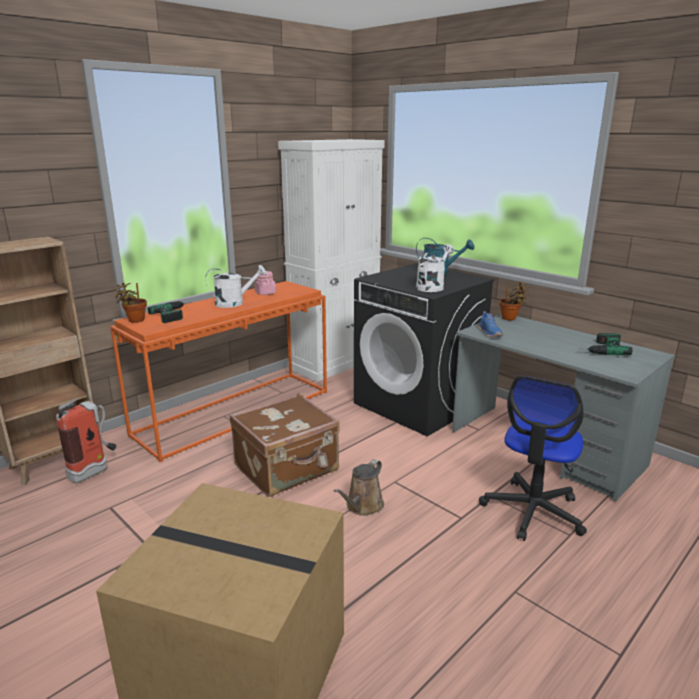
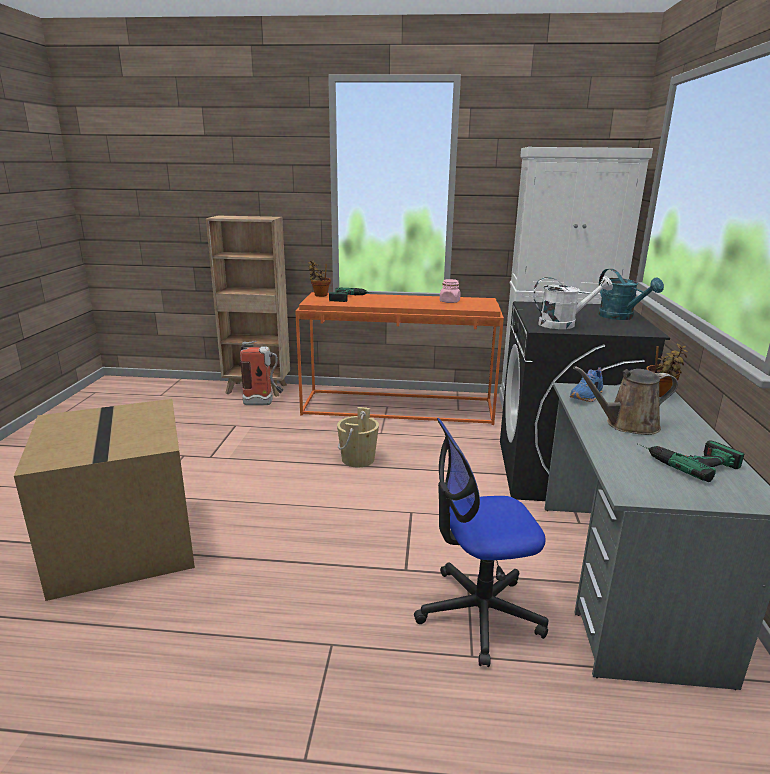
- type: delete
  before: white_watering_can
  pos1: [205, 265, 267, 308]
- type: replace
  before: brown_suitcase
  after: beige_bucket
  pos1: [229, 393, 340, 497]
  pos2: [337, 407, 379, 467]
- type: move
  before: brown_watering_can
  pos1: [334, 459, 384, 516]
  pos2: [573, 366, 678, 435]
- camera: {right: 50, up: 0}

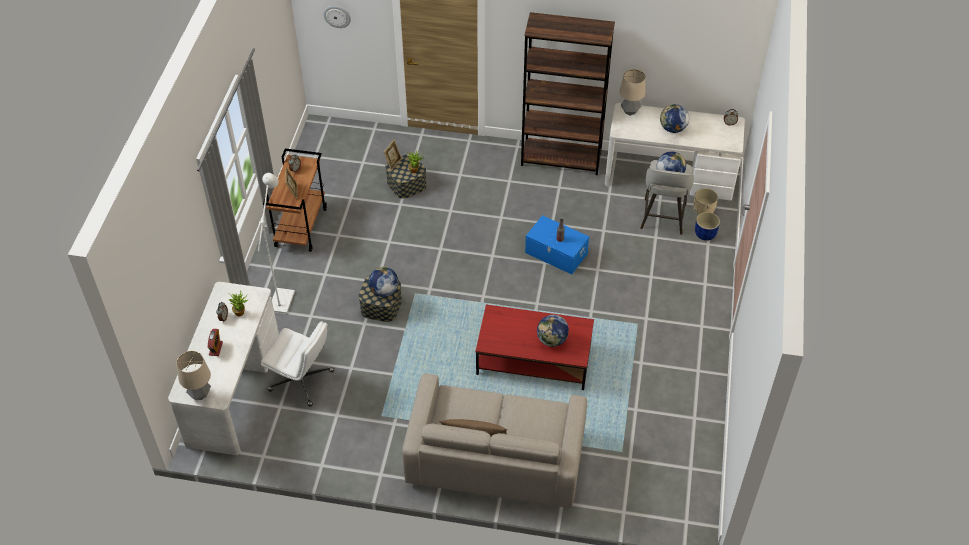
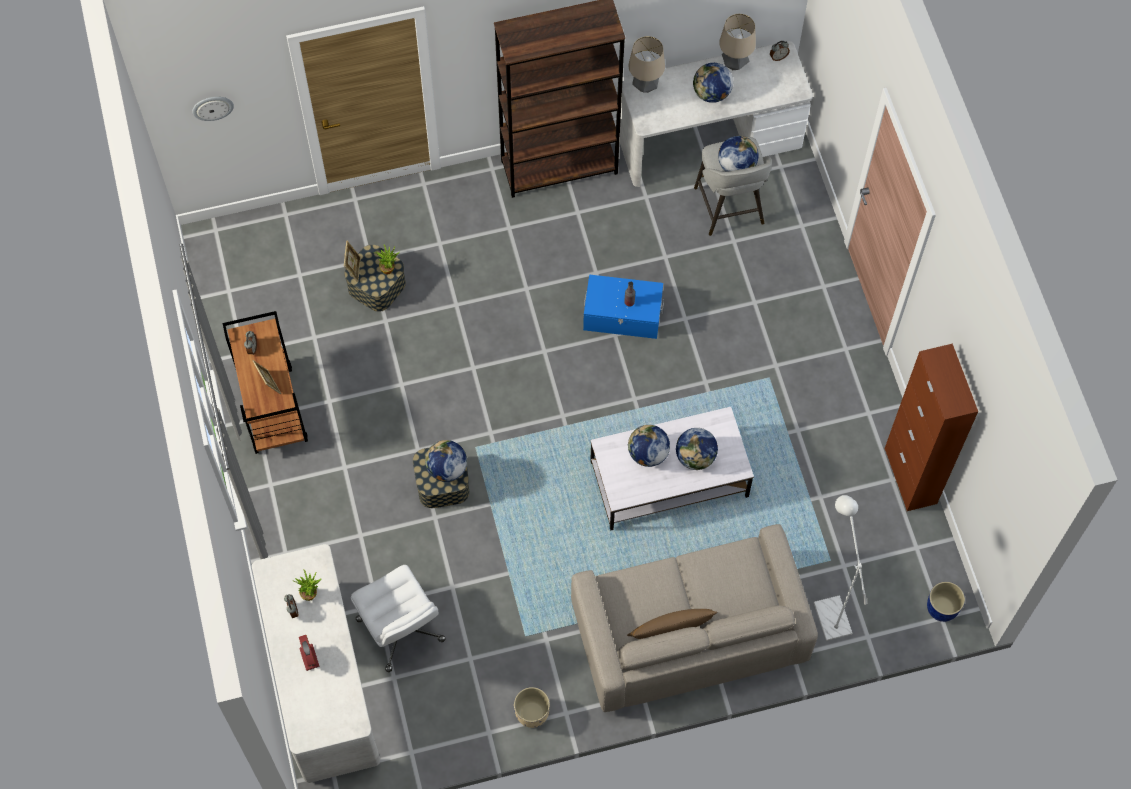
- type: move
  before: table_lamp
  pos1: [176, 351, 211, 400]
  pos2: [719, 14, 756, 70]
- type: move
  before: white_floor_lamp
  pos1: [258, 173, 295, 314]
  pos2: [814, 495, 867, 641]
- type: rotate
  before: white_office_chair
  pos1: [261, 321, 334, 407]
  pos2: [351, 565, 446, 672]
  turn: 60
- type: recolor
  before: red_coffee_table
  after: white_coffee_table
  pos1: [476, 304, 594, 390]
  pos2: [590, 407, 754, 531]
- type: move
  before: beige_planter
  pos1: [694, 188, 718, 215]
  pos2: [514, 687, 550, 728]
- type: move
  before: blue_planter
  pos1: [695, 212, 720, 241]
  pos2: [927, 582, 965, 622]
- type: insert
  after: globe
  pos2: [628, 425, 670, 467]
- type: insert
  after: brown_cabinet
  pos2: [884, 344, 978, 511]
- camera: {right: -25, up: 15}

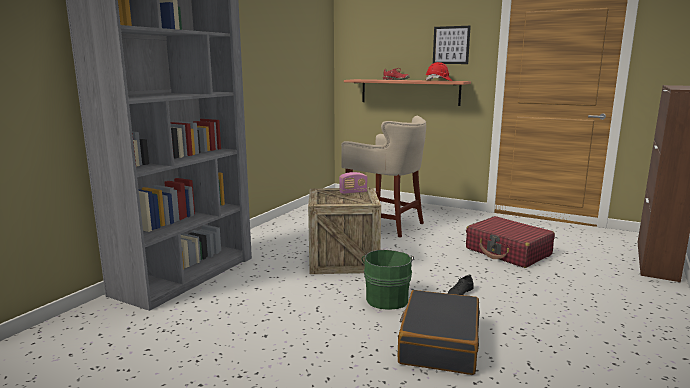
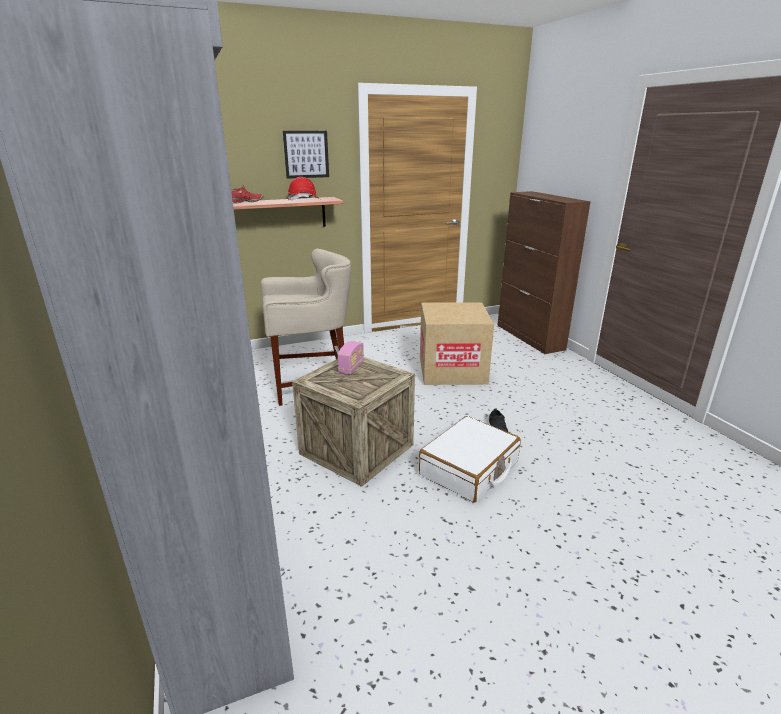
- type: replace
  before: green_bucket
  after: white_suitcase
  pos1: [362, 250, 414, 310]
  pos2: [419, 416, 520, 502]
- type: delete
  before: black_suitcase
  pos1: [398, 290, 480, 375]
- type: replace
  before: red_suitcase
  after: cardboard_box
  pos1: [466, 216, 555, 268]
  pos2: [420, 302, 494, 385]
- camera: {right: -50, up: 10}

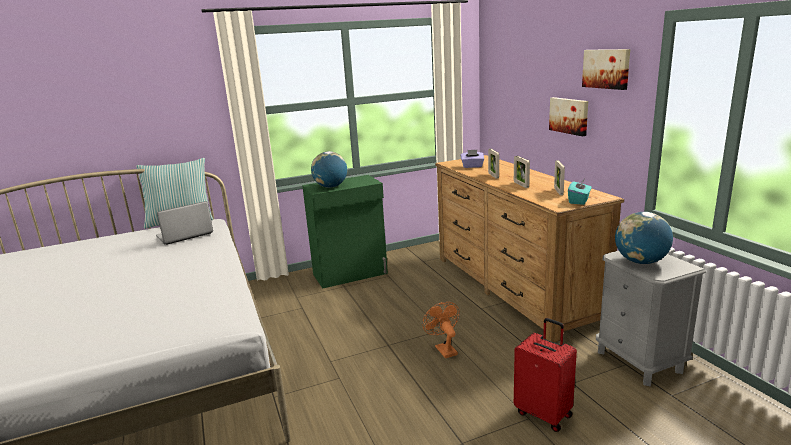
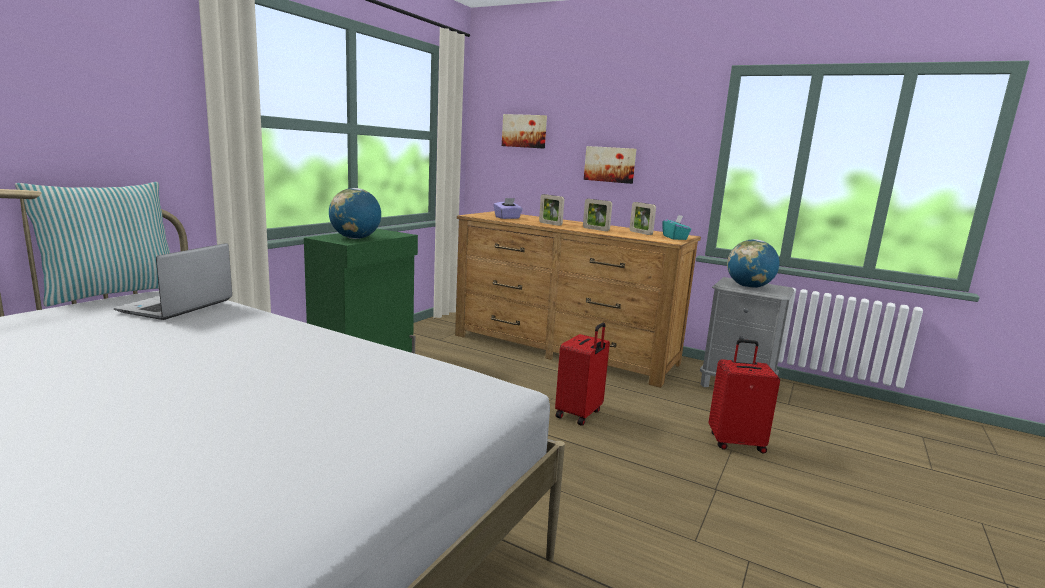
- type: replace
  before: orange_fan
  after: red_suitcase
  pos1: [422, 302, 460, 358]
  pos2: [555, 323, 610, 426]
- type: move
  before: picture
  pos1: [582, 49, 630, 90]
  pos2: [502, 114, 547, 149]
- camera: {right: -40, up: -5}

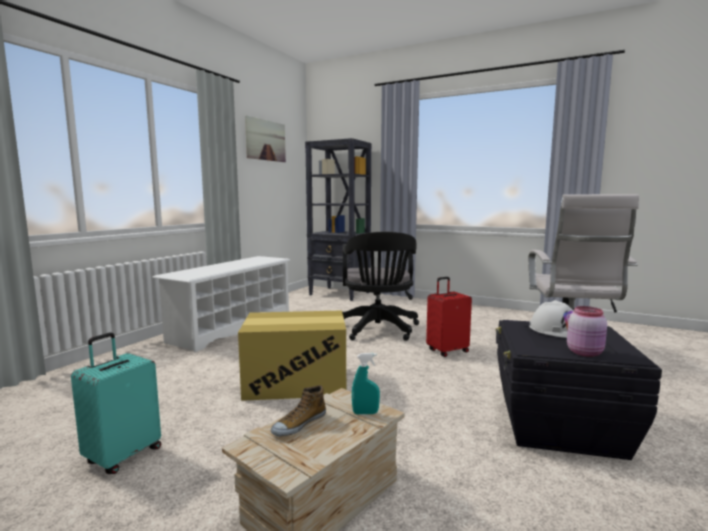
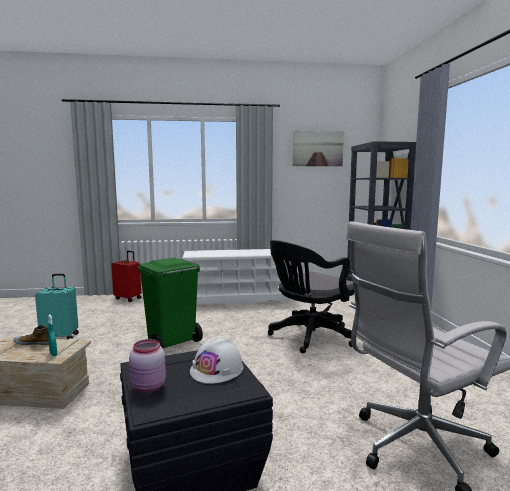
- type: replace
  before: cardboard_box
  after: green_trash_can
  pos1: [238, 310, 346, 401]
  pos2: [138, 258, 203, 348]
- type: move
  before: red_suitcase
  pos1: [426, 277, 472, 357]
  pos2: [111, 251, 141, 302]
- camera: {right: 55, up: 0}

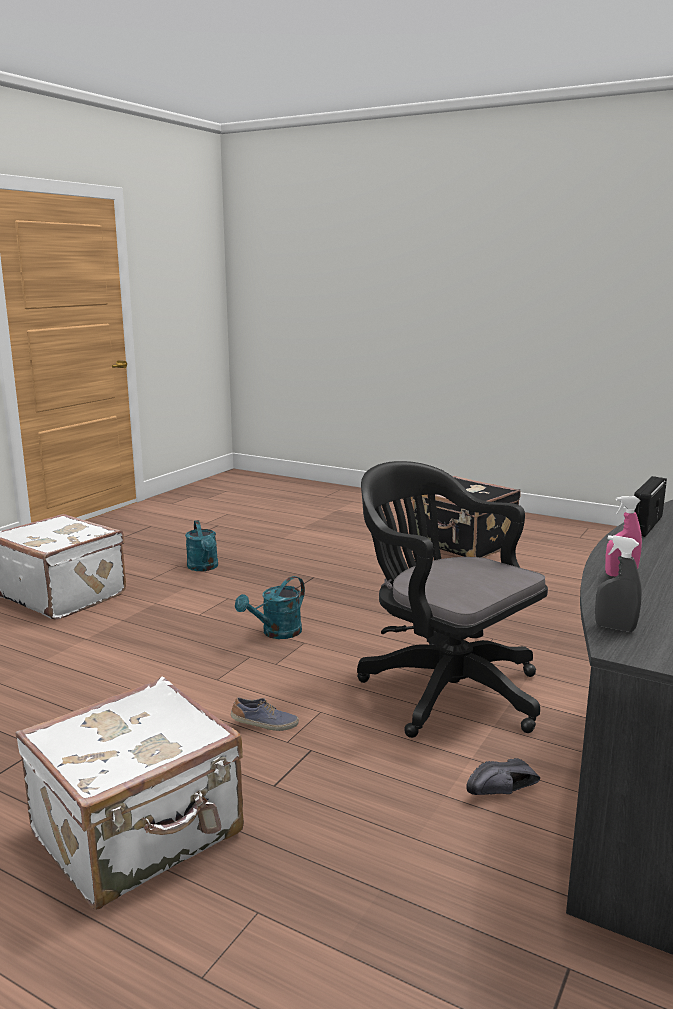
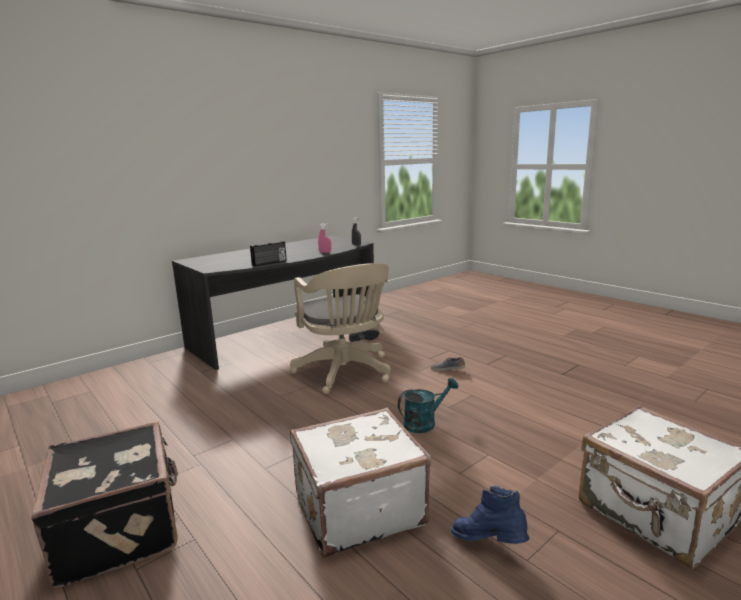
- type: move
  before: white_suitcase
  pos1: [15, 676, 244, 909]
  pos2: [290, 408, 431, 558]
- type: replace
  before: turquoise_watering_can
  after: blue_boot
  pos1: [185, 520, 218, 571]
  pos2: [451, 486, 529, 544]
- type: recolor
  before: black_office_chair
  after: beige_office_chair
  pos1: [357, 461, 548, 738]
  pos2: [290, 263, 391, 394]
- camera: {right: -160, up: 0}

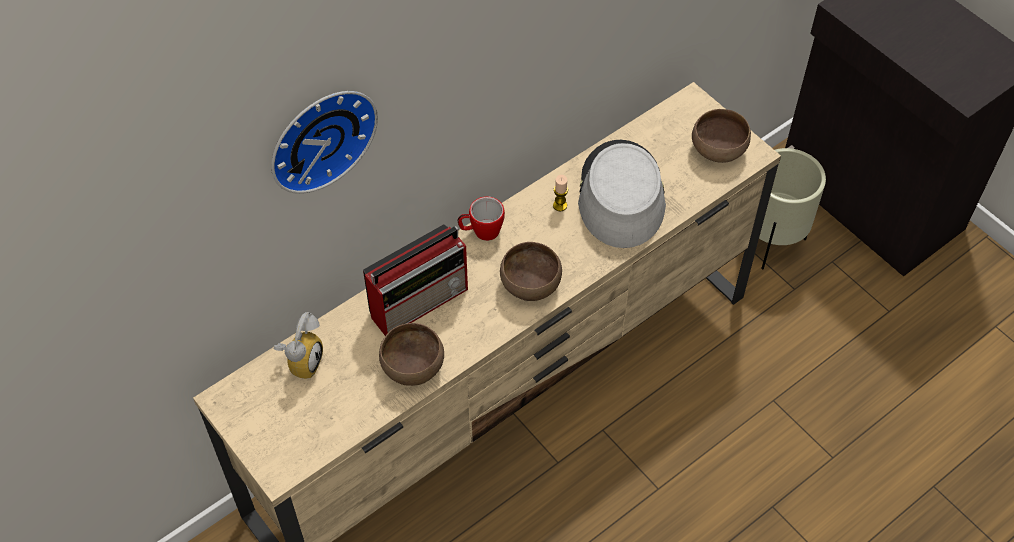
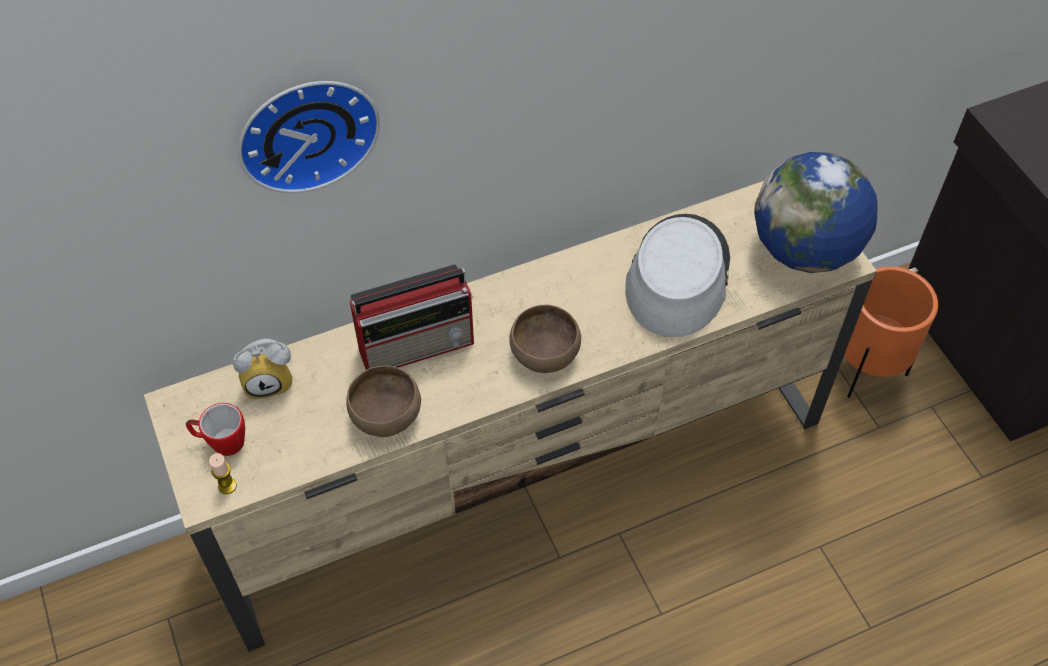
- type: rotate
  before: alarm_clock
  pos1: [274, 312, 323, 379]
  pos2: [233, 339, 293, 400]
  turn: 45
- type: move
  before: mug
  pos1: [458, 196, 505, 241]
  pos2: [186, 403, 245, 456]
- type: move
  before: candle
  pos1: [553, 175, 568, 211]
  pos2: [209, 453, 237, 494]
- type: replace
  before: brown_bowl
  after: globe
  pos1: [692, 109, 751, 163]
  pos2: [754, 152, 878, 273]
- type: recolor
  before: beige_planter
  after: orange_planter
  pos1: [759, 148, 826, 270]
  pos2: [844, 266, 938, 398]
- camera: {right: 15, up: 0}

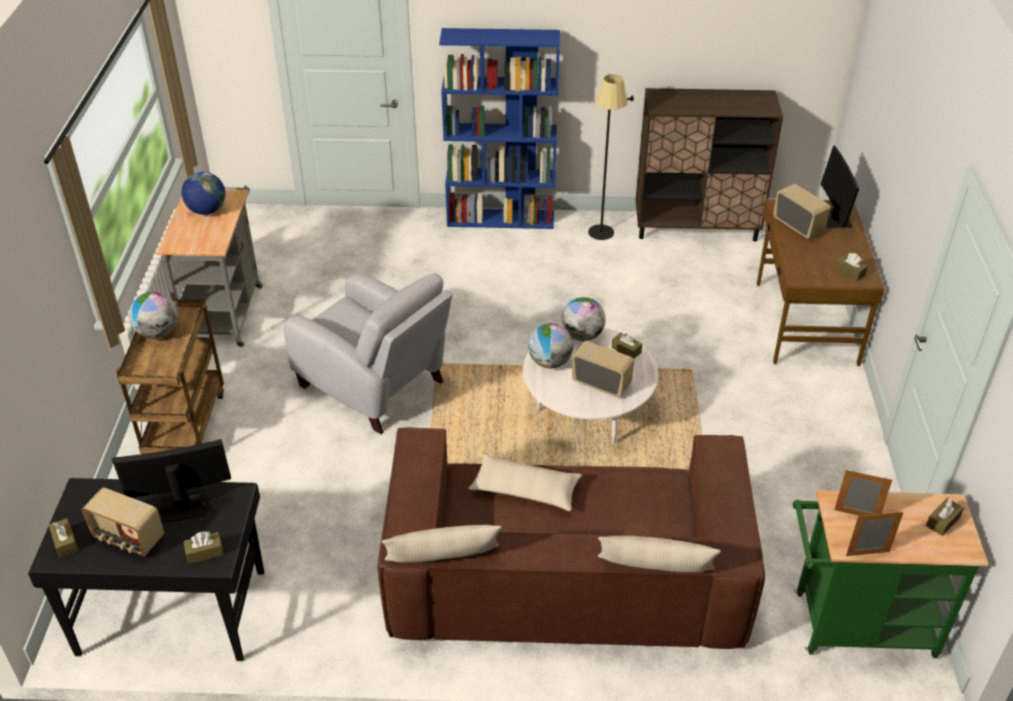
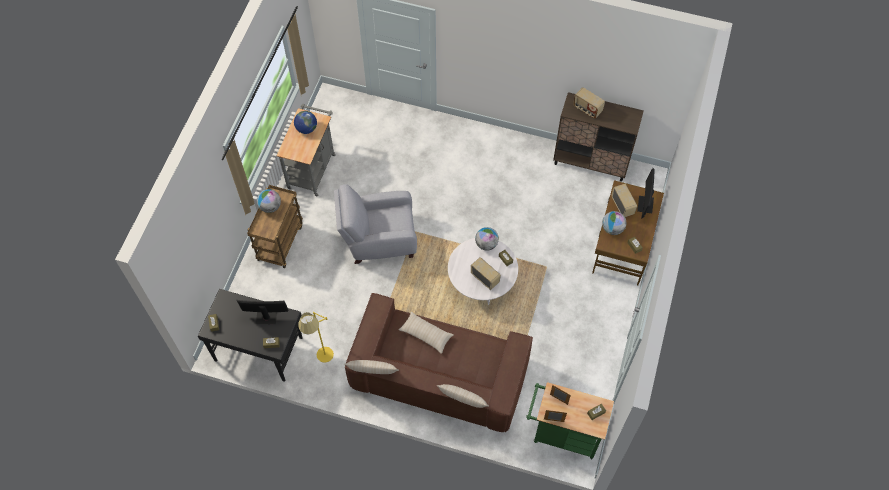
- type: move
  before: radio
  pos1: [82, 487, 164, 556]
  pos2: [573, 87, 605, 119]
- type: rotate
  before: grey_armchair
  pos1: [284, 273, 452, 434]
  pos2: [334, 184, 417, 264]
  turn: 120
- type: delete
  before: blue_bookcase
  pos1: [439, 28, 560, 229]
- type: move
  before: globe
  pos1: [528, 323, 573, 368]
  pos2: [602, 211, 627, 235]
- type: delete
  before: black_floor_lamp
  pos1: [588, 74, 634, 240]
- type: insert
  after: yellow_floor_lamp
  pos2: [298, 312, 334, 363]
- camera: {right: 15, up: 20}

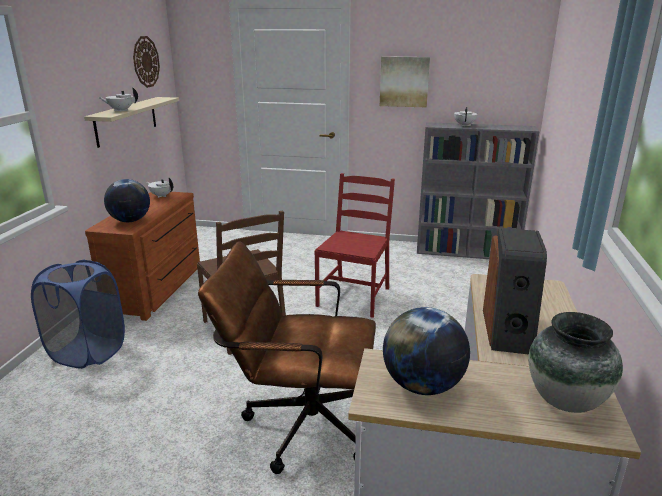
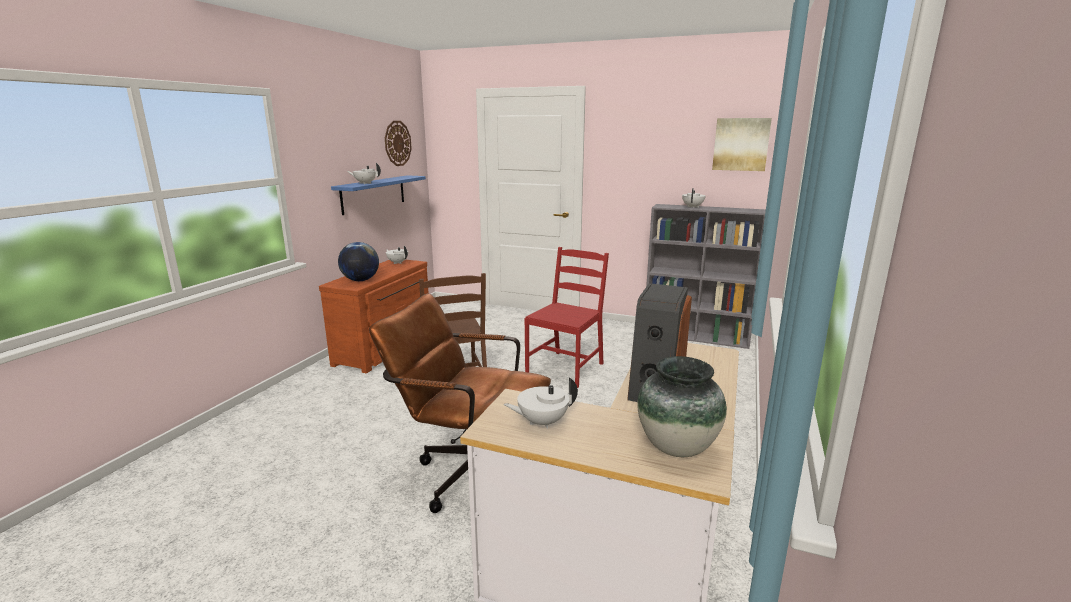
- type: delete
  before: blue_laundry_basket
  pos1: [31, 260, 125, 369]
- type: recolor
  before: beige_shelf
  after: blue_shelf
  pos1: [84, 97, 179, 148]
  pos2: [331, 175, 426, 215]
- type: move
  before: picture
  pos1: [380, 56, 430, 107]
  pos2: [712, 118, 772, 171]
- type: replace
  before: globe
  after: white_teapot
  pos1: [383, 307, 470, 395]
  pos2: [504, 377, 578, 429]
- camera: {right: 10, up: -5}

